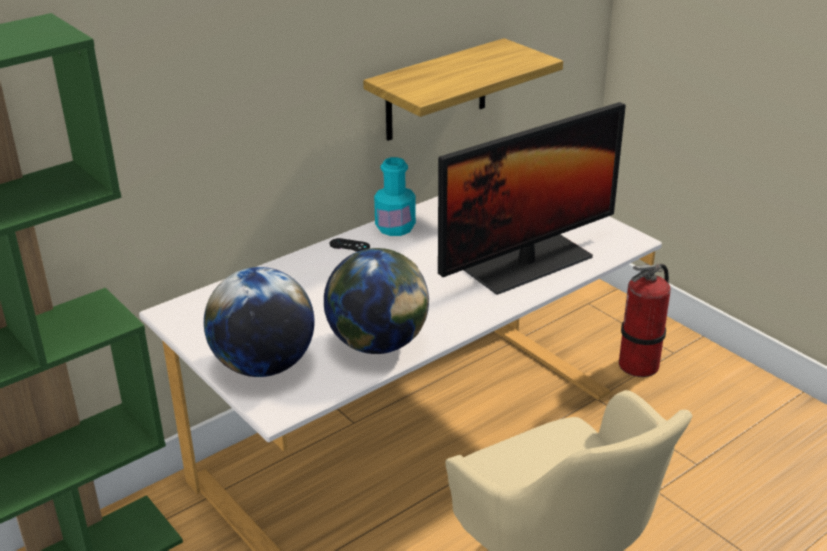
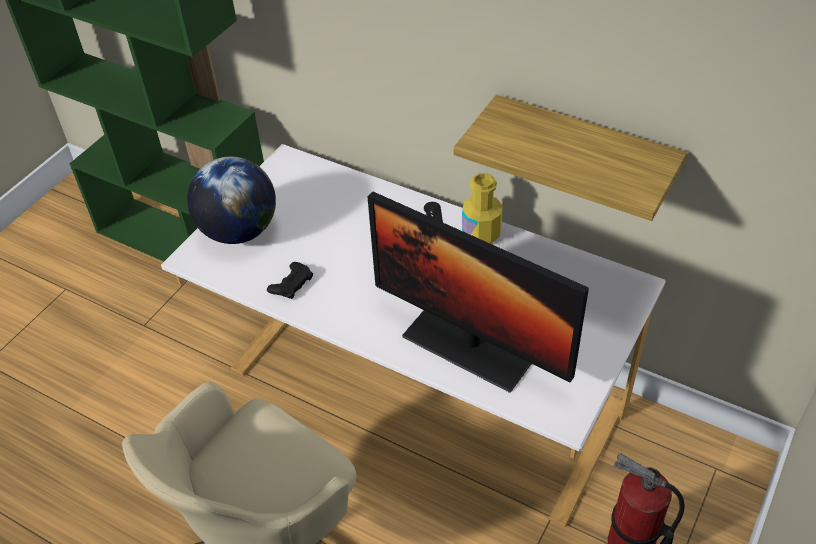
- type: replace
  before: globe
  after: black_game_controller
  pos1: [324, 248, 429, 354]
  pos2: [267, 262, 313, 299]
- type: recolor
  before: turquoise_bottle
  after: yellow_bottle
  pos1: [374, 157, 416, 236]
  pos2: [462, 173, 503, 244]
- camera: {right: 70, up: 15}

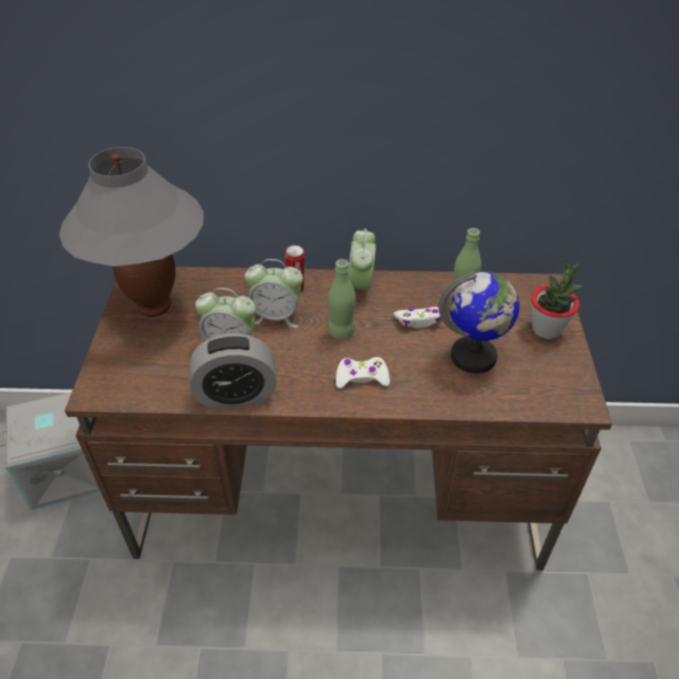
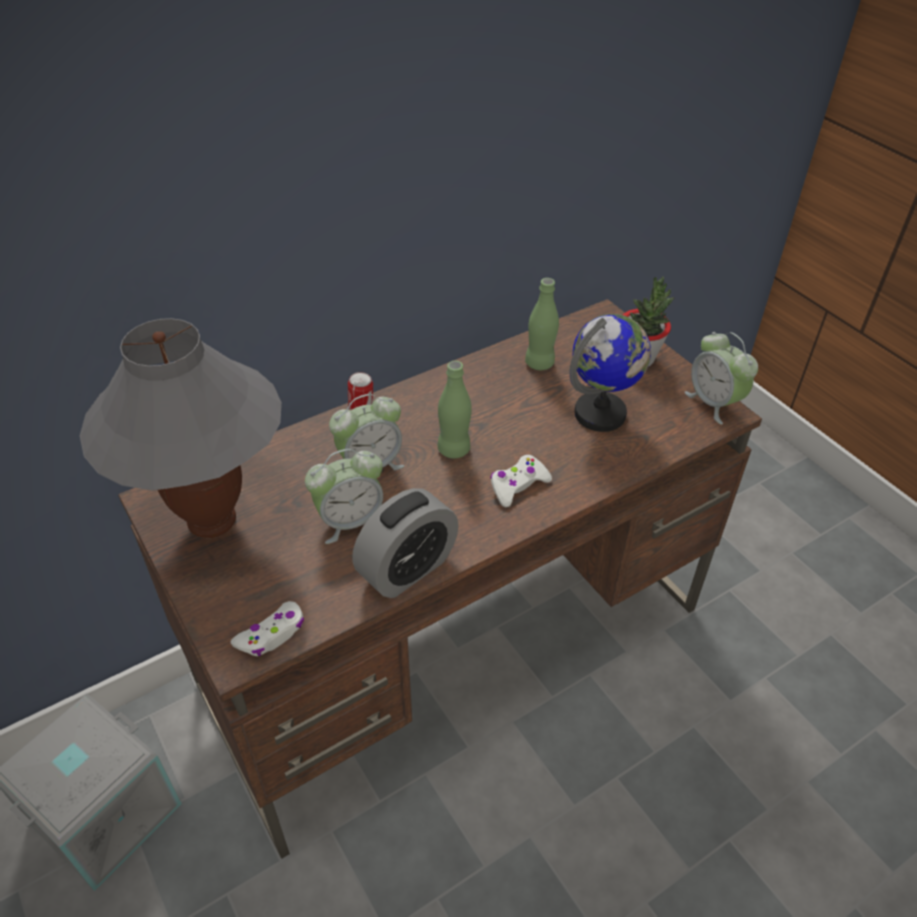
- type: move
  before: alarm_clock
  pos1: [348, 229, 376, 290]
  pos2: [684, 332, 758, 425]
- type: move
  before: white_game_controller
  pos1: [393, 307, 441, 328]
  pos2: [231, 601, 304, 656]
- camera: {right: -35, up: 0}

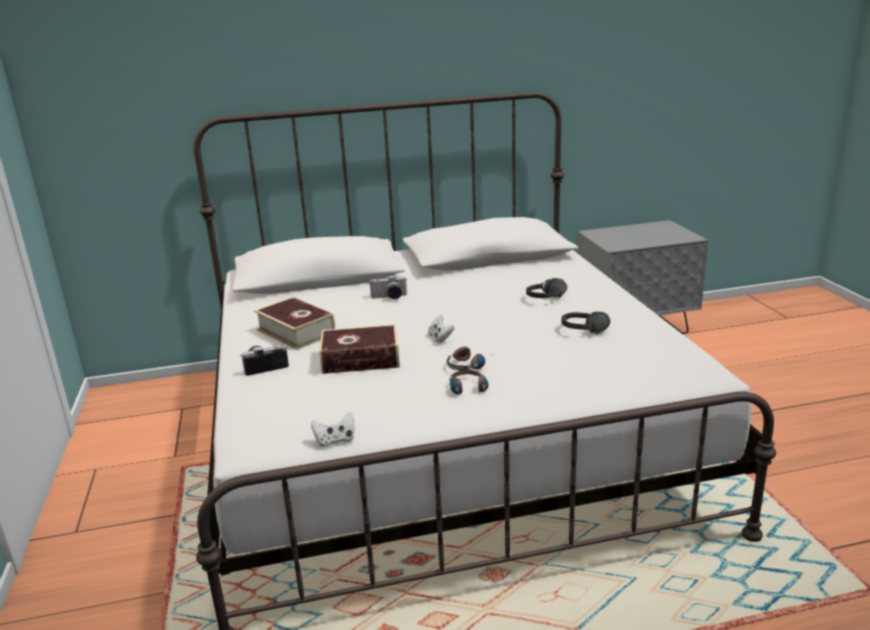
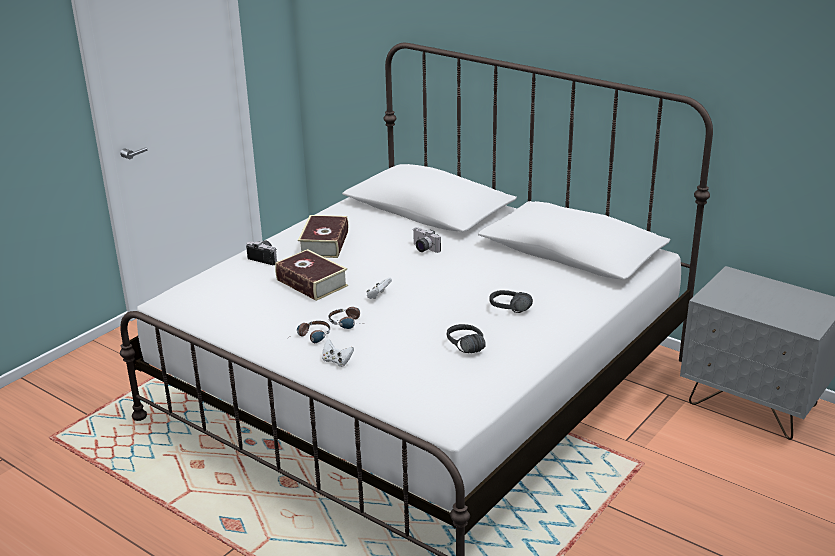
- type: move
  before: white_game_controller
  pos1: [311, 413, 355, 447]
  pos2: [322, 339, 354, 367]
- camera: {right: 50, up: 5}

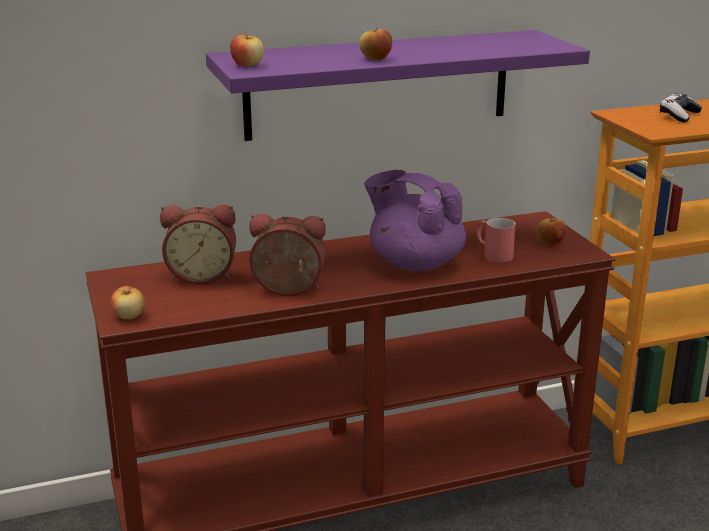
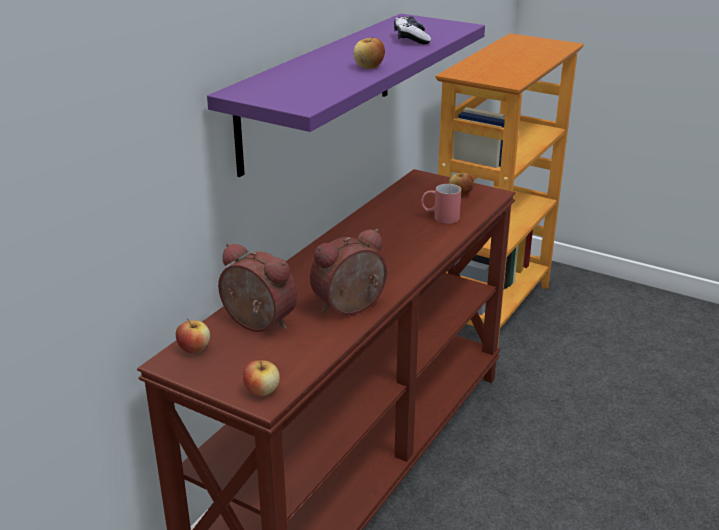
- type: rotate
  before: alarm_clock
  pos1: [160, 205, 236, 284]
  pos2: [218, 243, 297, 332]
  turn: -105
- type: move
  before: apple
  pos1: [230, 31, 264, 67]
  pos2: [176, 319, 210, 353]
- type: delete
  before: purple_teapot
  pos1: [365, 170, 466, 271]
- type: move
  before: game_controller
  pos1: [660, 93, 702, 122]
  pos2: [394, 16, 431, 44]
- camera: {right: -40, up: 5}

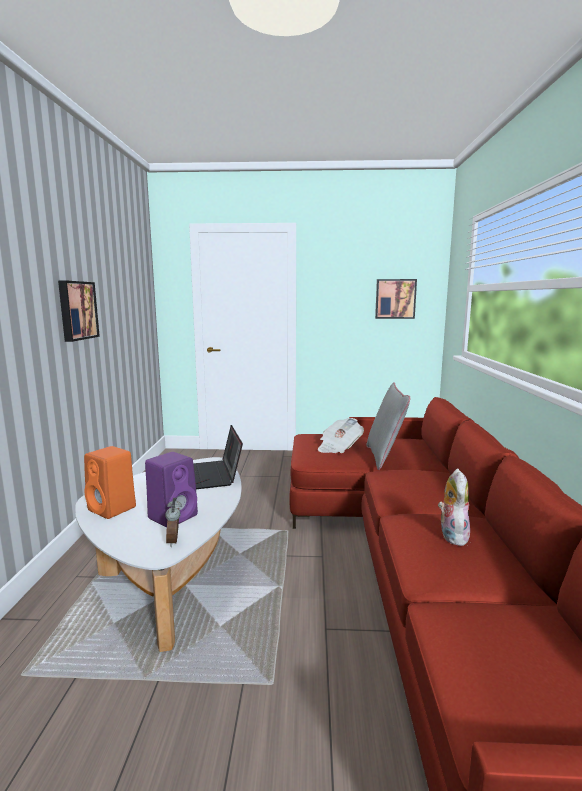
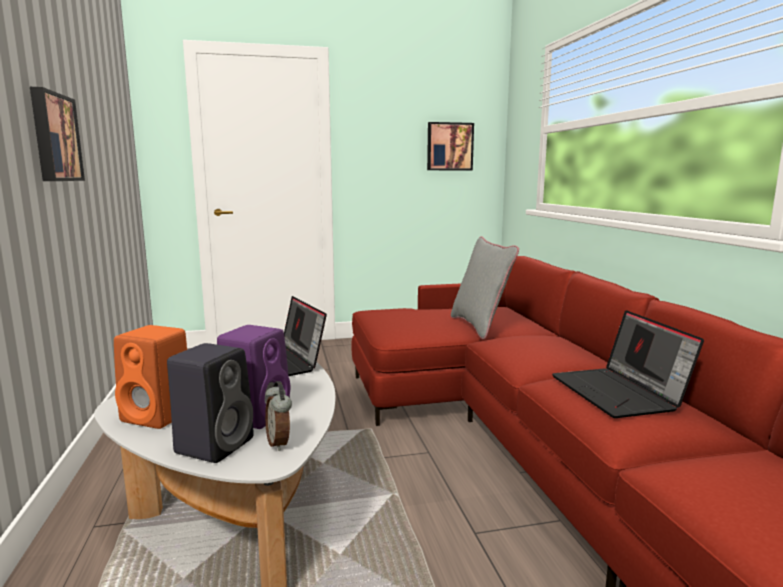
- type: delete
  before: newspaper
  pos1: [318, 418, 364, 453]
- type: replace
  before: plush_toy
  after: laptop
  pos1: [438, 468, 470, 546]
  pos2: [552, 310, 704, 418]
- type: insert
  after: black_speaker
  pos2: [167, 343, 254, 463]
- camera: {right: -15, up: 0}

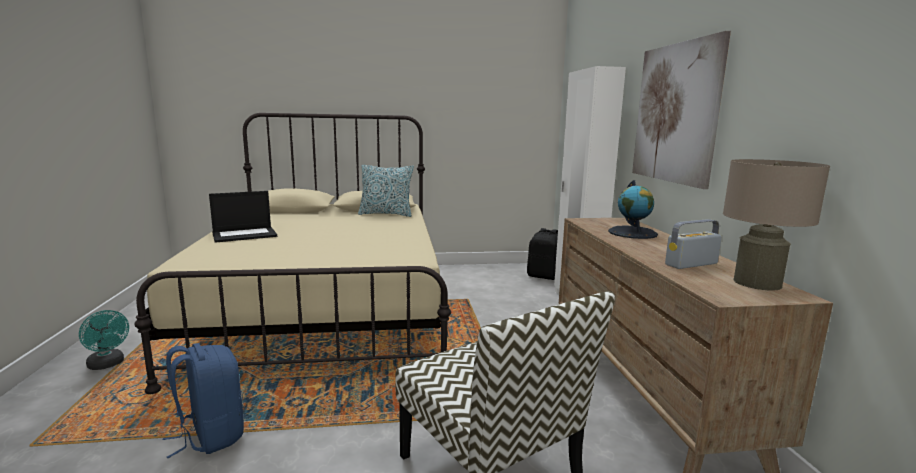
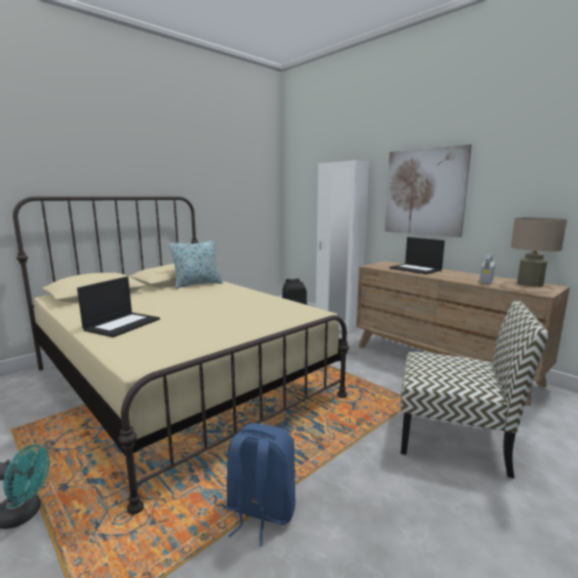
- type: replace
  before: globe
  after: laptop
  pos1: [608, 180, 658, 239]
  pos2: [389, 237, 445, 274]
- camera: {right: -35, up: 0}

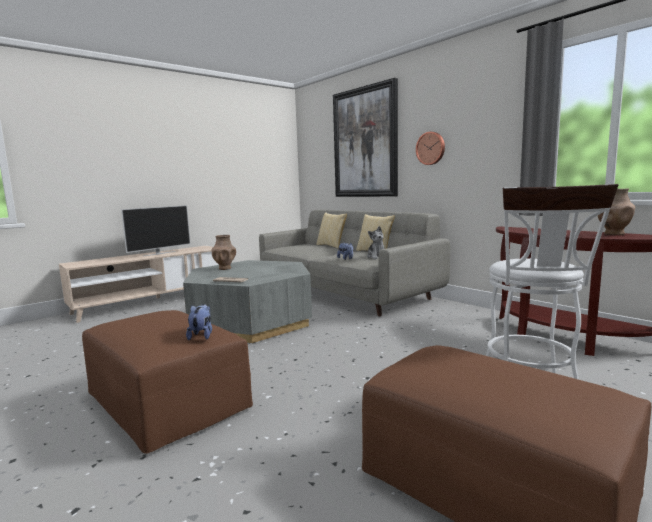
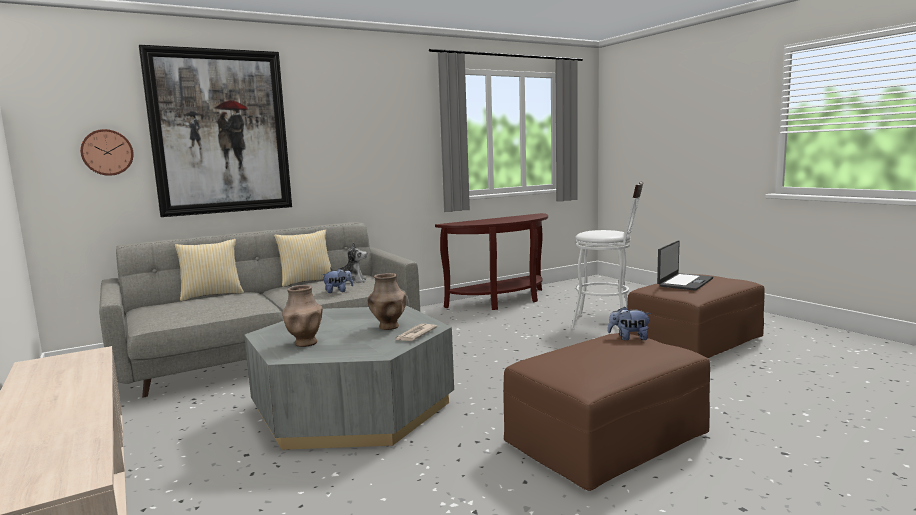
- type: delete
  before: television
  pos1: [121, 205, 191, 256]
- type: move
  before: wall_clock
  pos1: [416, 132, 445, 165]
  pos2: [80, 129, 134, 176]
- type: move
  before: brown_vase
  pos1: [598, 188, 635, 235]
  pos2: [368, 273, 406, 330]
- type: insert
  after: laptop
  pos2: [657, 240, 713, 291]
- camera: {right: -80, up: 0}

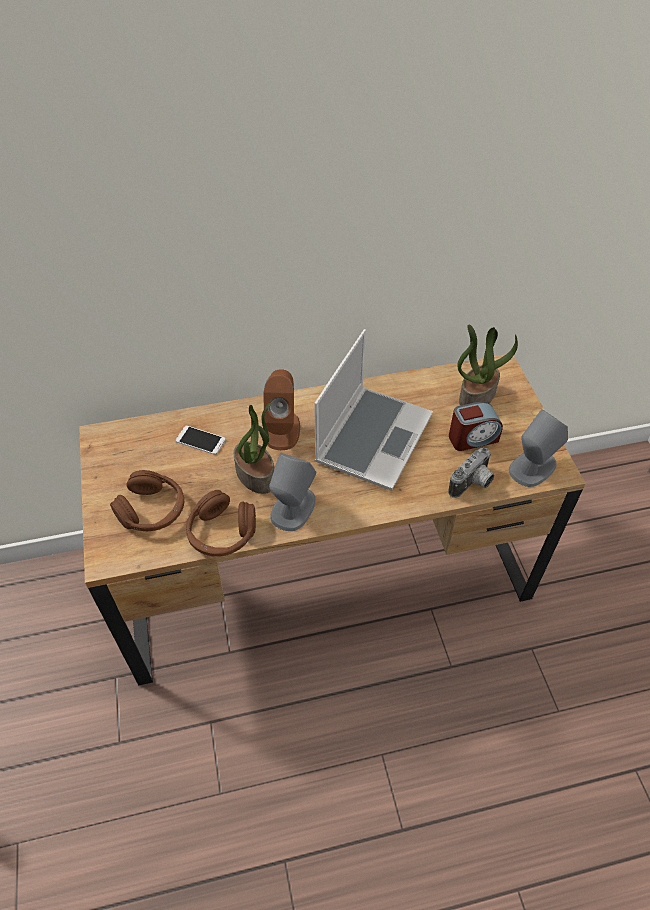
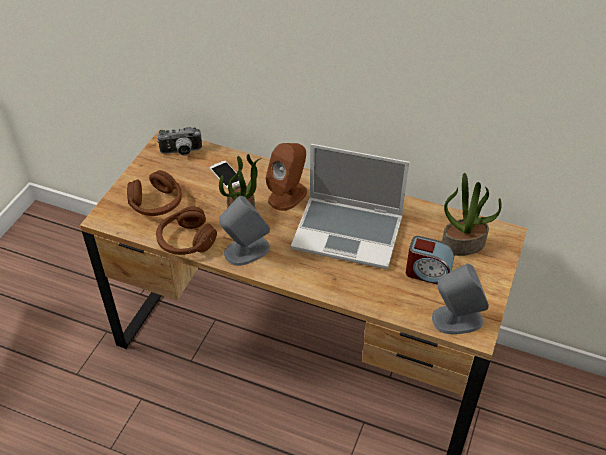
- type: rotate
  before: laptop
  pos1: [314, 329, 433, 491]
  pos2: [291, 144, 409, 269]
  turn: 45
- type: move
  before: photo_camera
  pos1: [448, 448, 494, 498]
  pos2: [158, 127, 202, 155]
- camera: {right: 35, up: -5}

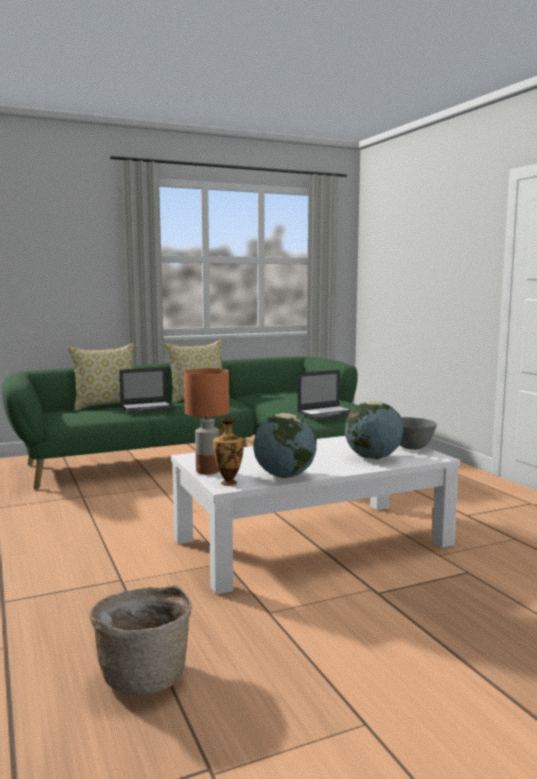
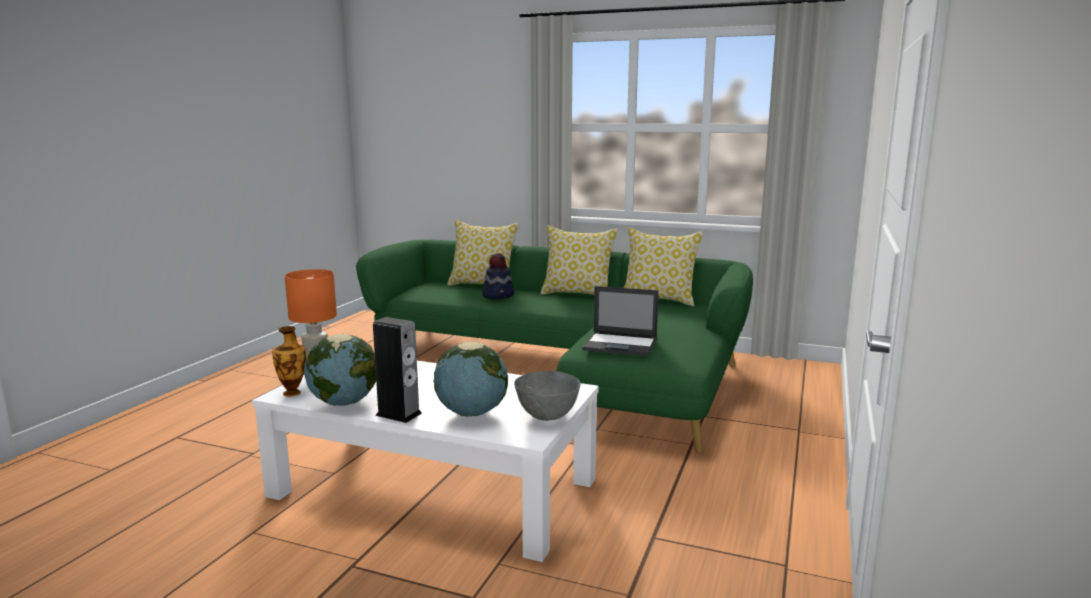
- type: delete
  before: basket
  pos1: [89, 585, 192, 696]
- type: replace
  before: laptop
  after: hat
  pos1: [119, 367, 175, 414]
  pos2: [482, 253, 514, 299]
- type: insert
  after: speaker
  pos2: [373, 317, 422, 423]
- type: insert
  after: pillow
  pos2: [624, 228, 703, 306]
- camera: {right: 45, up: 5}

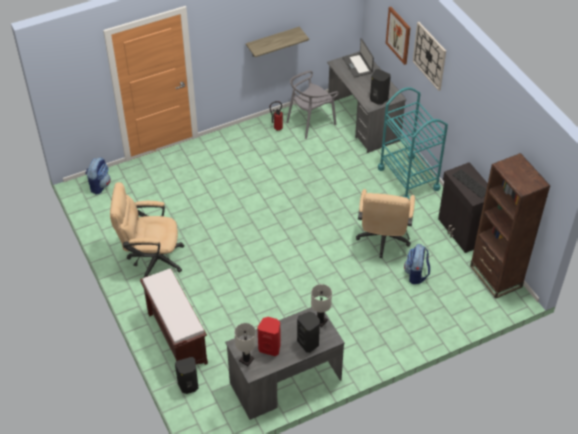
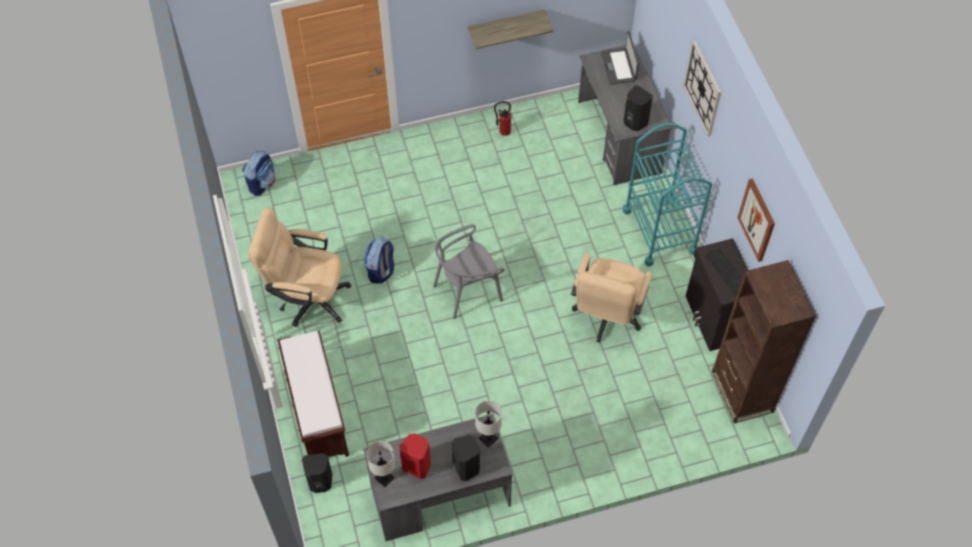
- type: move
  before: grey_chair
  pos1: [286, 70, 339, 139]
  pos2: [433, 224, 505, 319]
- type: move
  before: picture
  pos1: [386, 7, 411, 65]
  pos2: [737, 178, 775, 262]
- type: move
  before: backpack
  pos1: [404, 244, 430, 284]
  pos2: [364, 236, 394, 284]
- camera: {right: 10, up: 10}

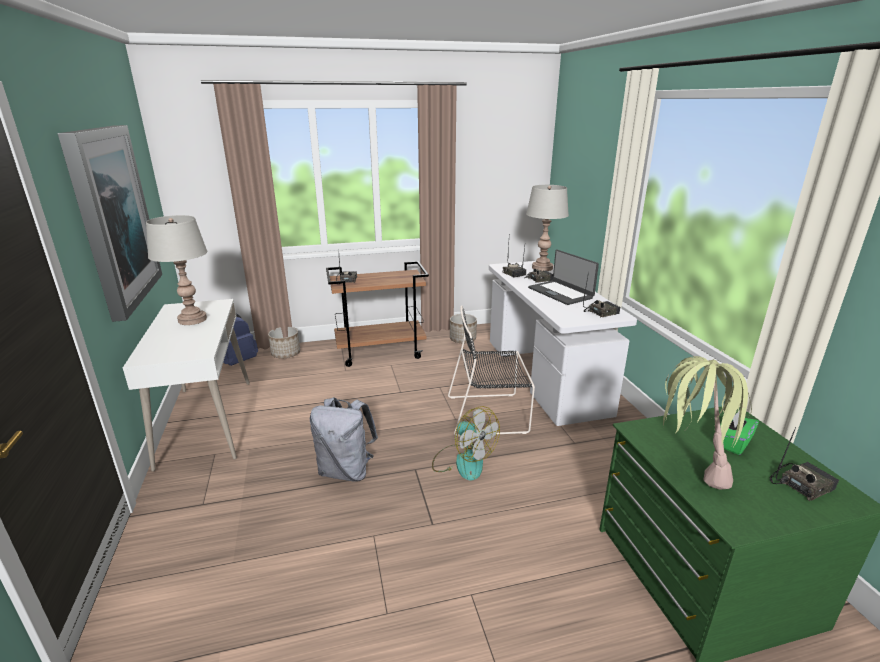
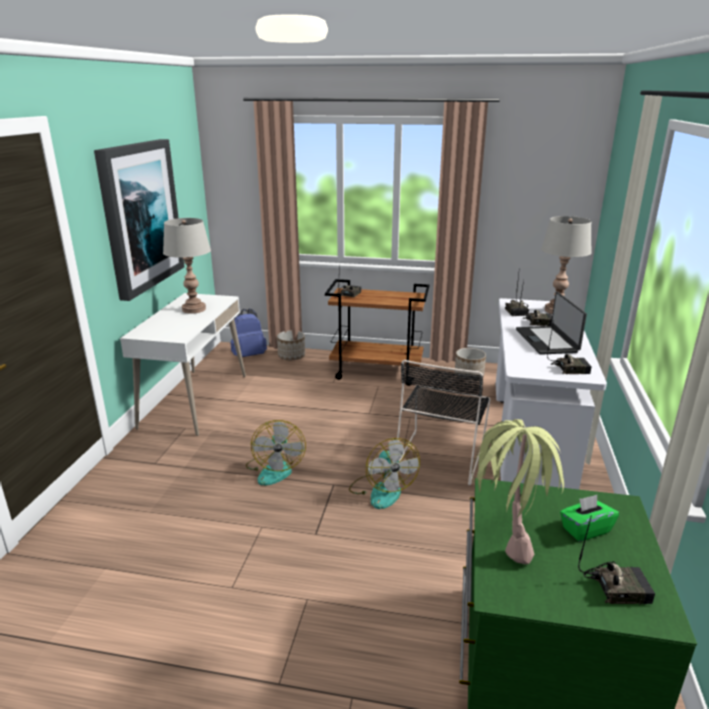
- type: replace
  before: grey_backpack
  after: fan
  pos1: [310, 397, 378, 482]
  pos2: [246, 420, 306, 486]
- type: rotate
  before: black_chair
  pos1: [448, 305, 535, 437]
  pos2: [397, 360, 490, 486]
  turn: -90
- camera: {right: 25, up: 0}

